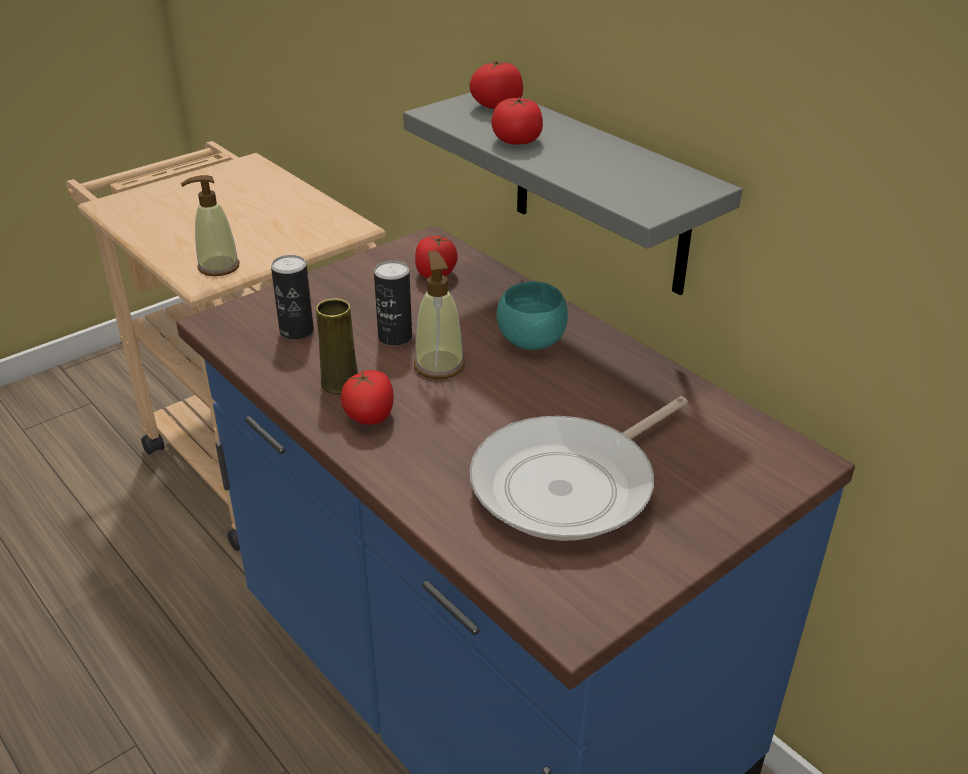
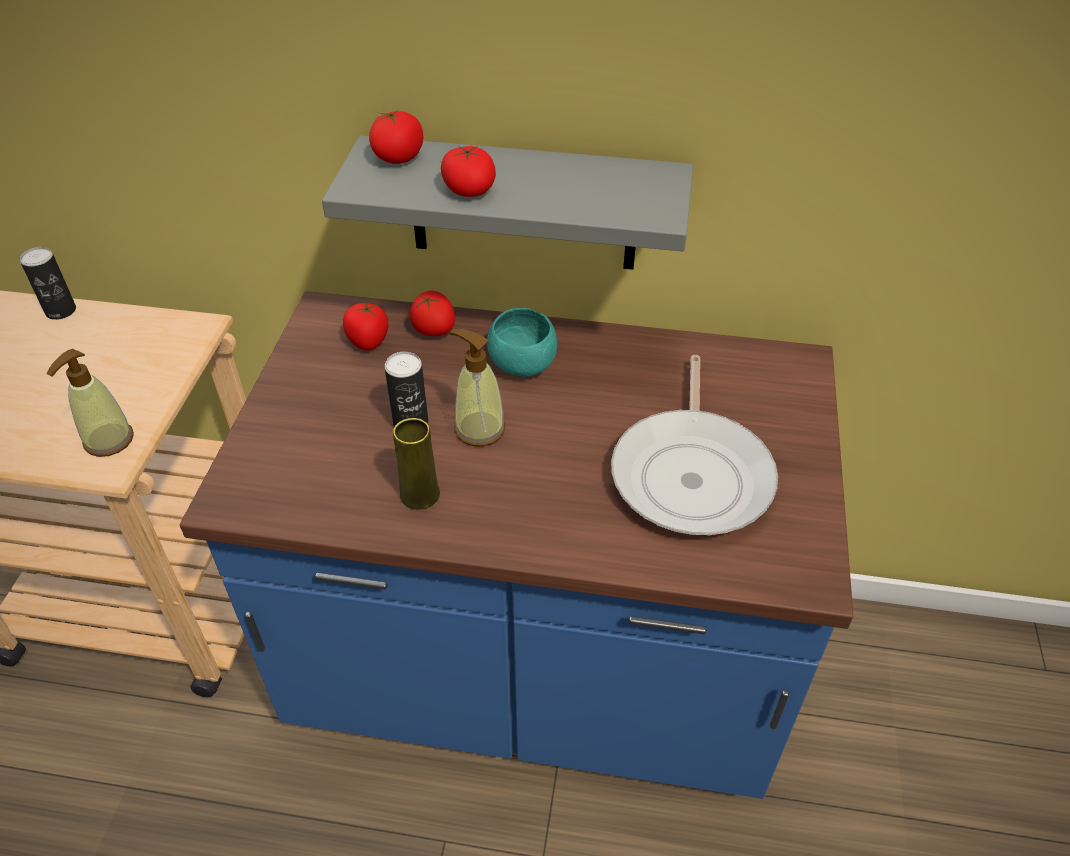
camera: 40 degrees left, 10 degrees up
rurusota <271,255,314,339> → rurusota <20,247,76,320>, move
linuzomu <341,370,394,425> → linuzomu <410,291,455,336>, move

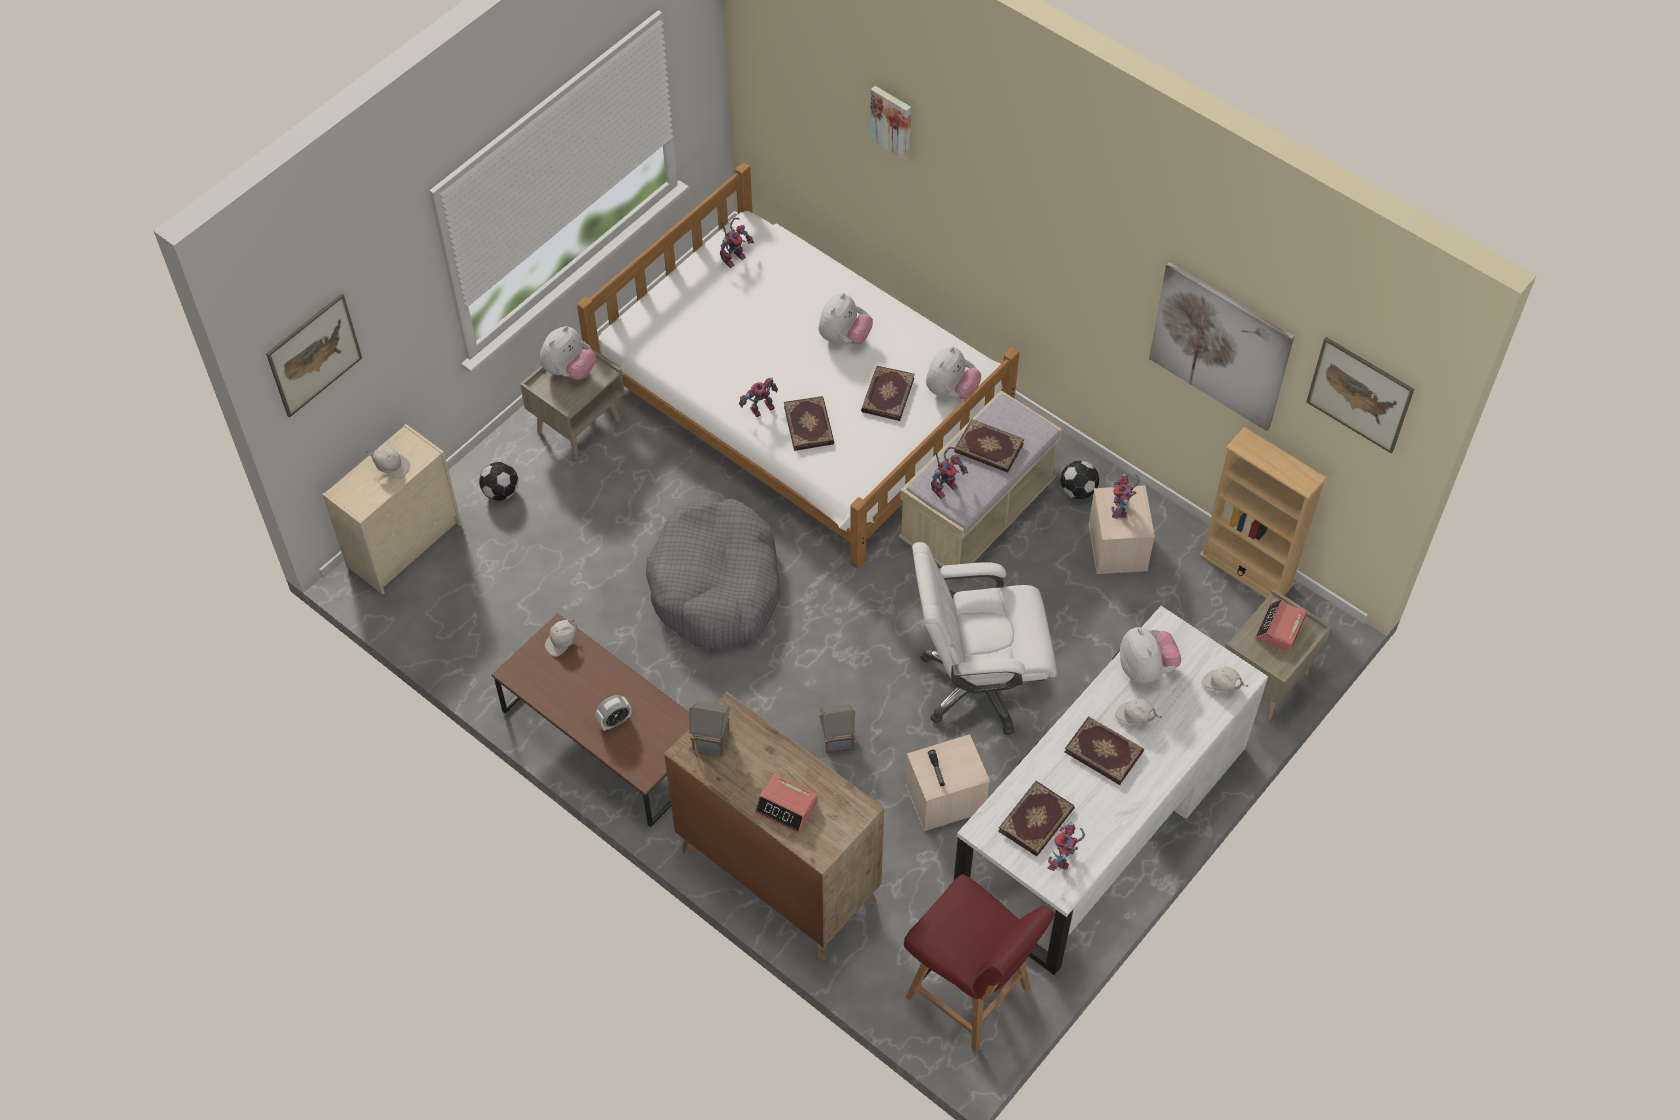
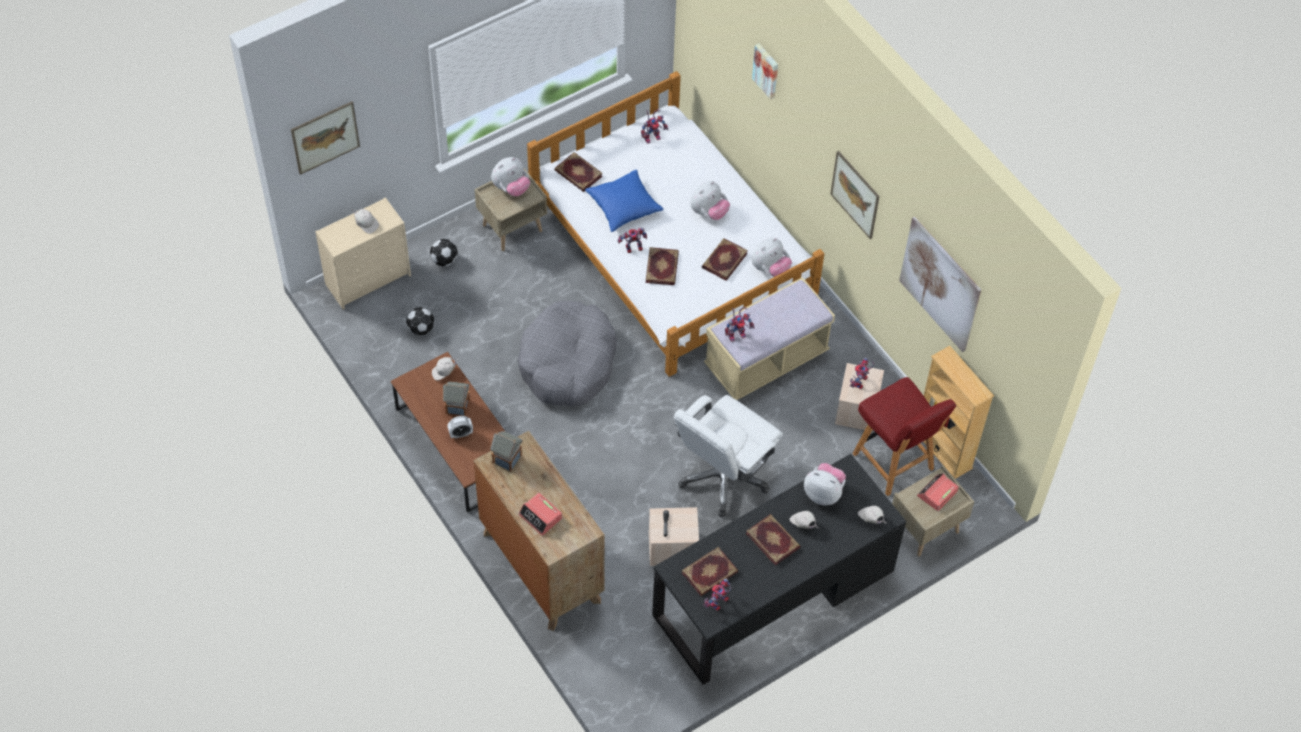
camera: 15 degrees right, 0 degrees up
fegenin <1060,461,1099,499> → fegenin <406,307,435,335>, move
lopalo <819,704,856,753> → lopalo <443,381,470,416>, move
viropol <954,419,1025,473> → viropol <554,152,603,192>, move
- → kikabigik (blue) <585,170,664,232>
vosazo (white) <954,606,1268,975> → vosazo (black) <652,454,906,685>
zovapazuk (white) <912,542,1057,735> → zovapazuk (white) <674,395,783,517>, 60 degrees counterclockwise
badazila <1120,627,1181,683> → badazila <804,463,846,505>, 60 degrees counterclockwise
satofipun <1306,337,1414,454> → satofipun <830,151,879,239>, move
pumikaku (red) <904,874,1055,1052> → pumikaku (red) <852,377,956,496>, move

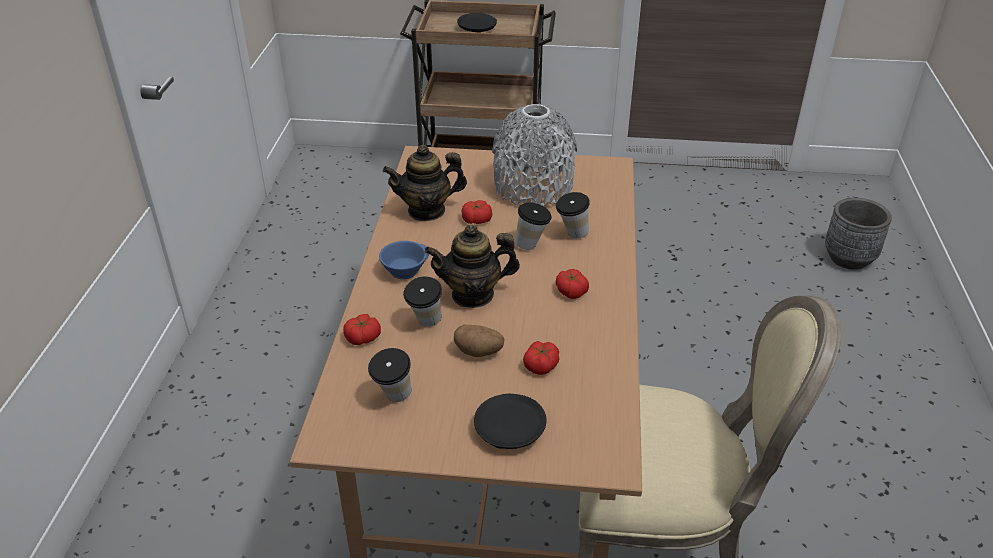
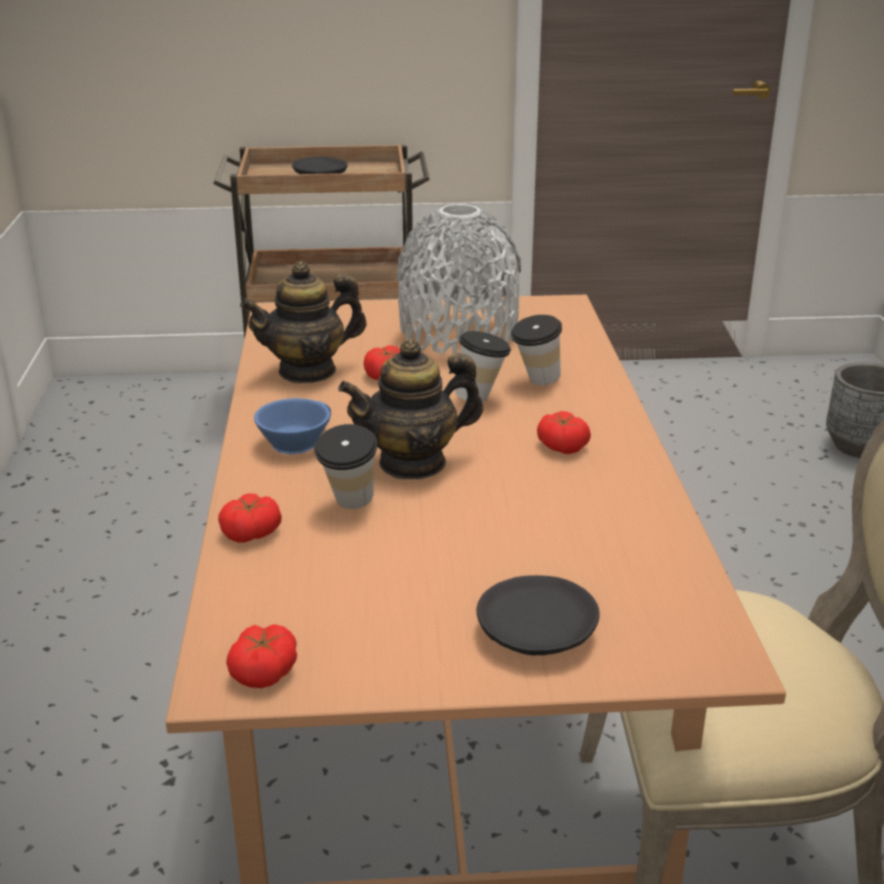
camera: 10 degrees left, 10 degrees down
linuzomu <523,341,559,375> → linuzomu <226,624,297,688>, move
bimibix <368,348,411,402> → -
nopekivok <454,325,504,357> → -

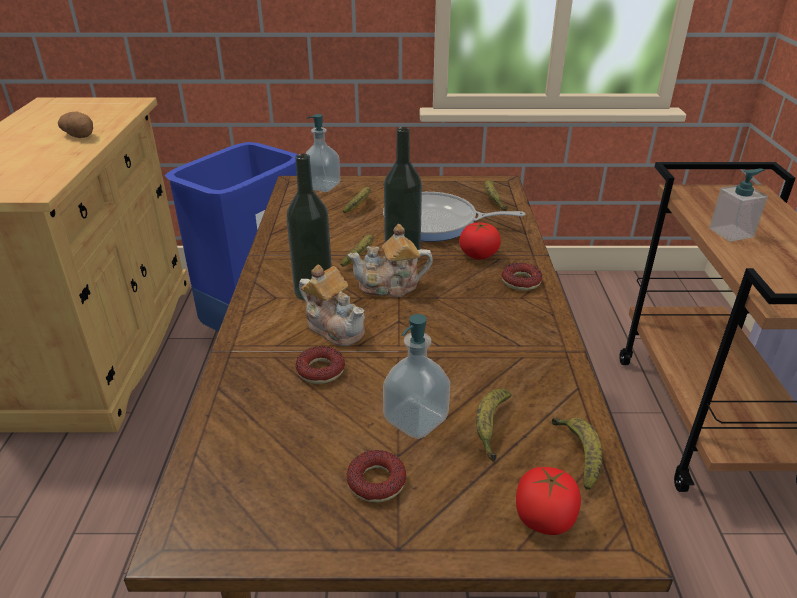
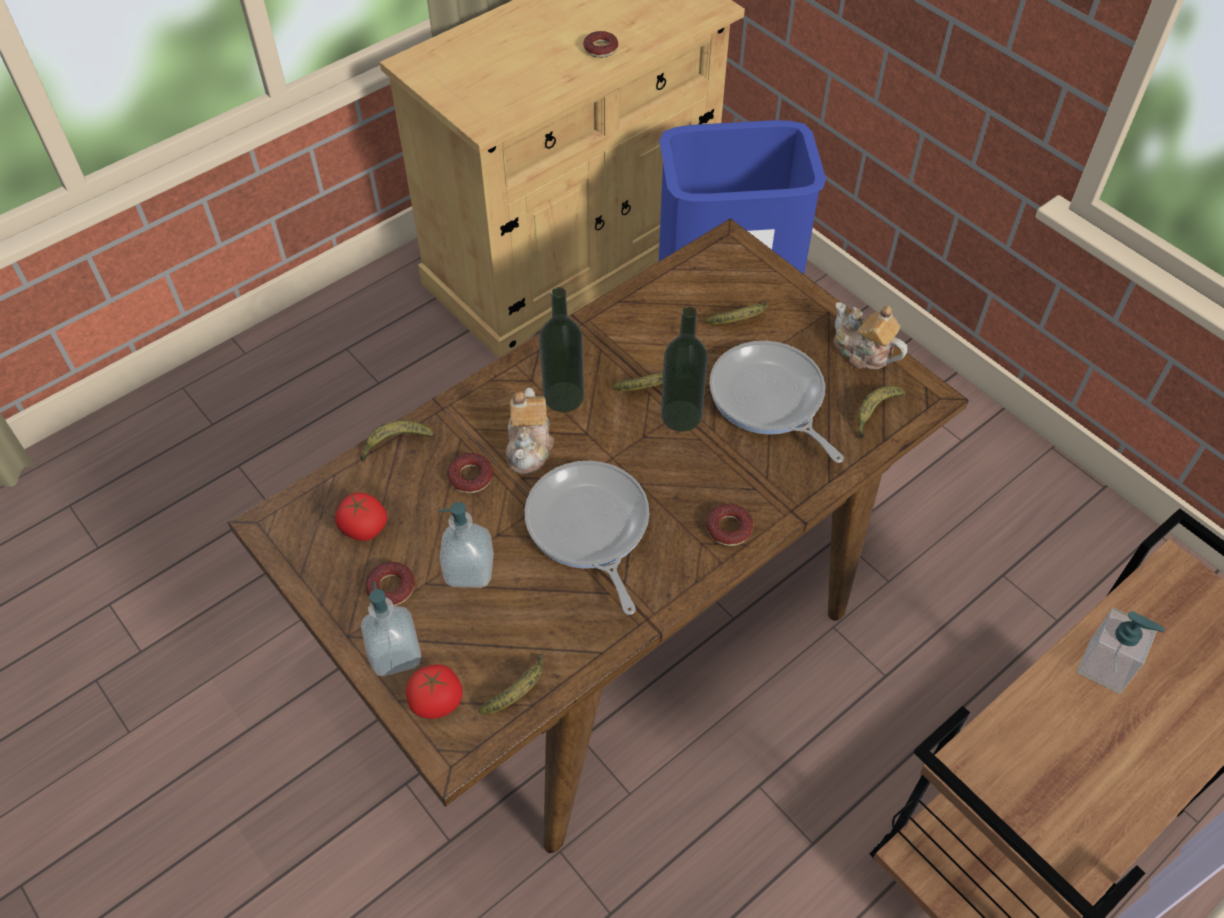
camera: 50 degrees right, 20 degrees up
linuzomu <459,222,501,260> → linuzomu <335,492,387,541>, move
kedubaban <476,389,512,462> → kedubaban <360,420,434,462>, move
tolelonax <305,114,341,192> → tolelonax <361,581,421,676>, move
- → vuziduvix <525,461,649,615>
nopekivok <58,111,93,138> → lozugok <583,31,618,58>
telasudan <348,224,433,297> → telasudan <833,302,908,369>, move

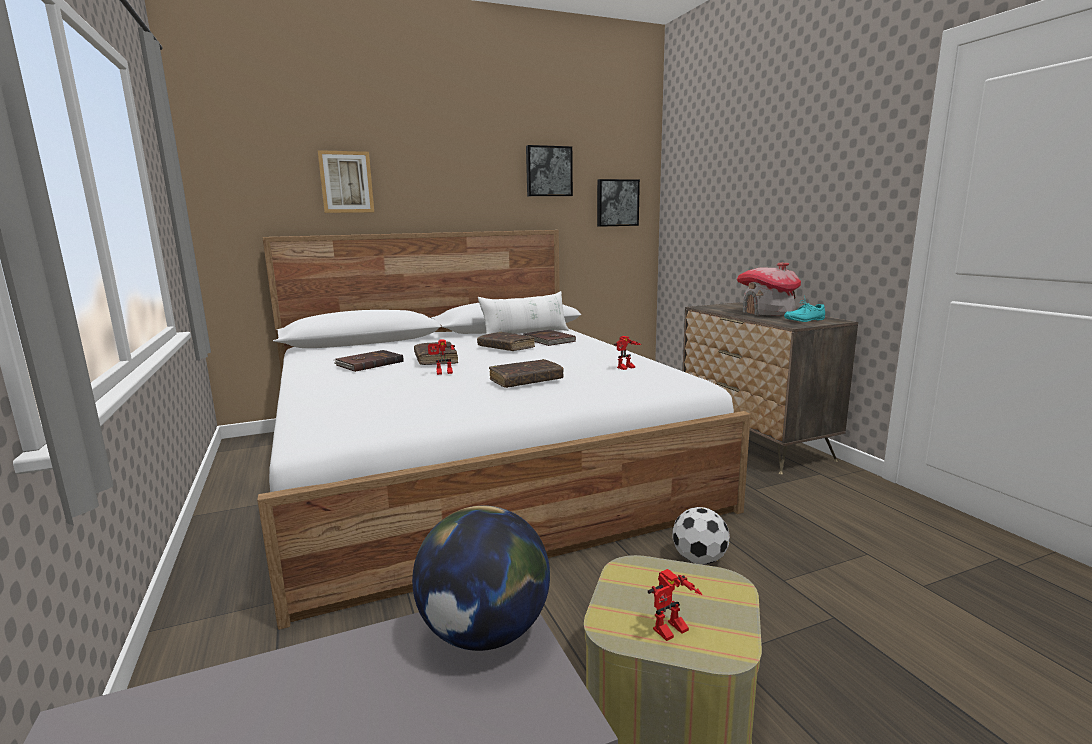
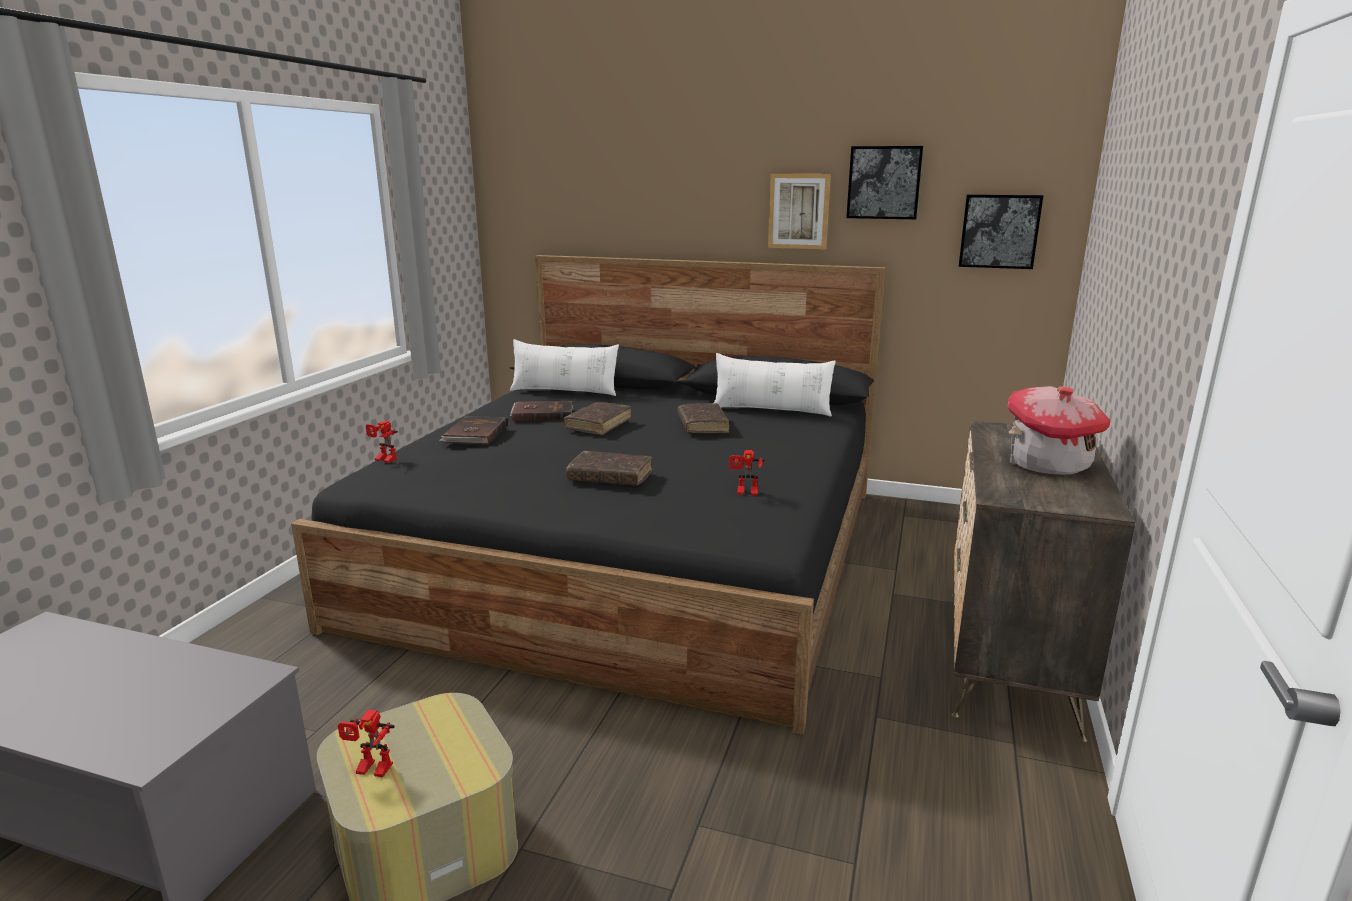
camera: 40 degrees right, 5 degrees up
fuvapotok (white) <257,230,751,630> → fuvapotok (black) <291,255,885,735>
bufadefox <428,339,455,375> → bufadefox <366,421,398,463>, move
viropol (brown) <523,330,576,346> → viropol (brown) <439,416,508,445>, move
- → kikabigik (white) <510,339,619,396>
satofipun <318,150,374,213> → satofipun <768,174,831,249>, move
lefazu <412,505,550,651> → -
fegenin <672,507,730,565> → -
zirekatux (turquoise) <784,296,825,322> → -

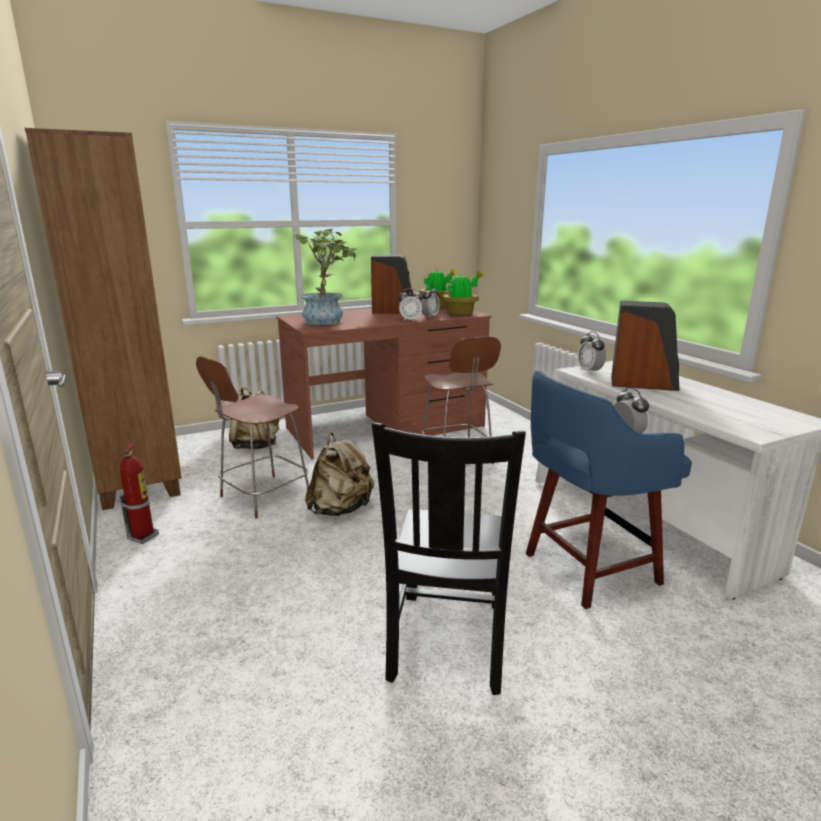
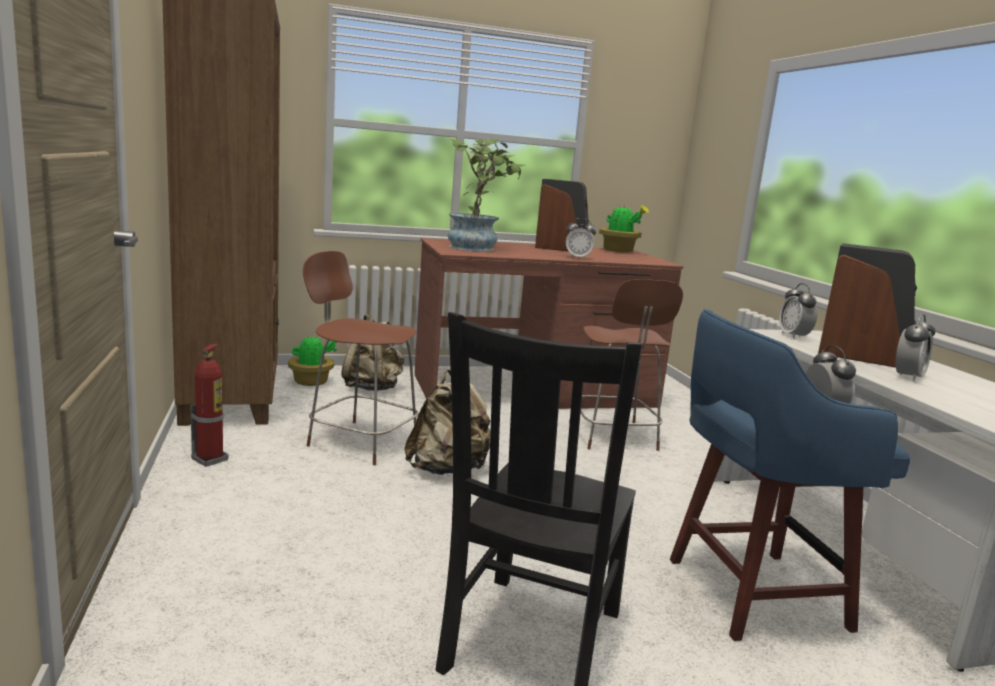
camera: 10 degrees right, 5 degrees down
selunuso <443,271,484,315> → selunuso <288,333,337,386>, move
pumikaku (brown) <196,356,309,519> → pumikaku (brown) <303,251,419,465>, 60 degrees clockwise
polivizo <420,285,439,318> → polivizo <896,314,936,382>, move

